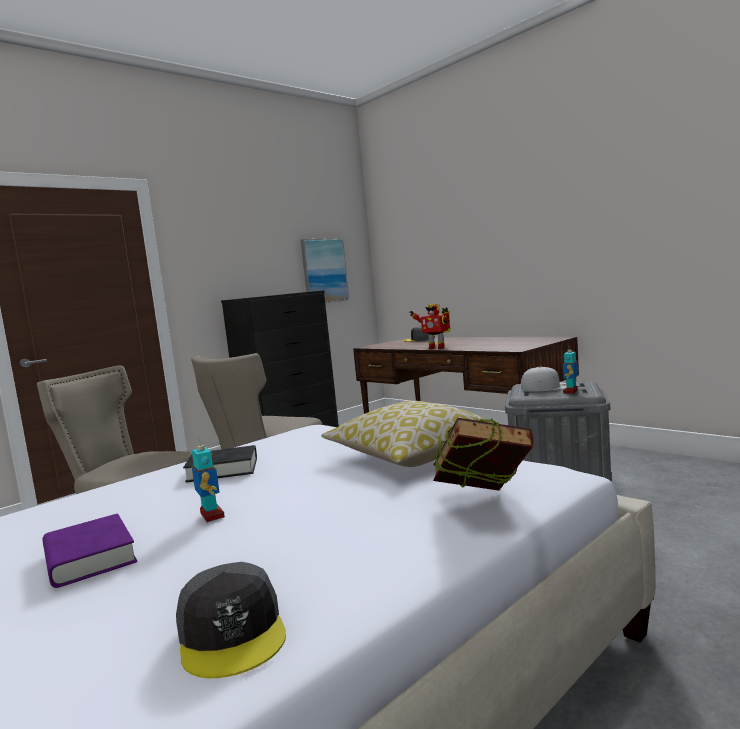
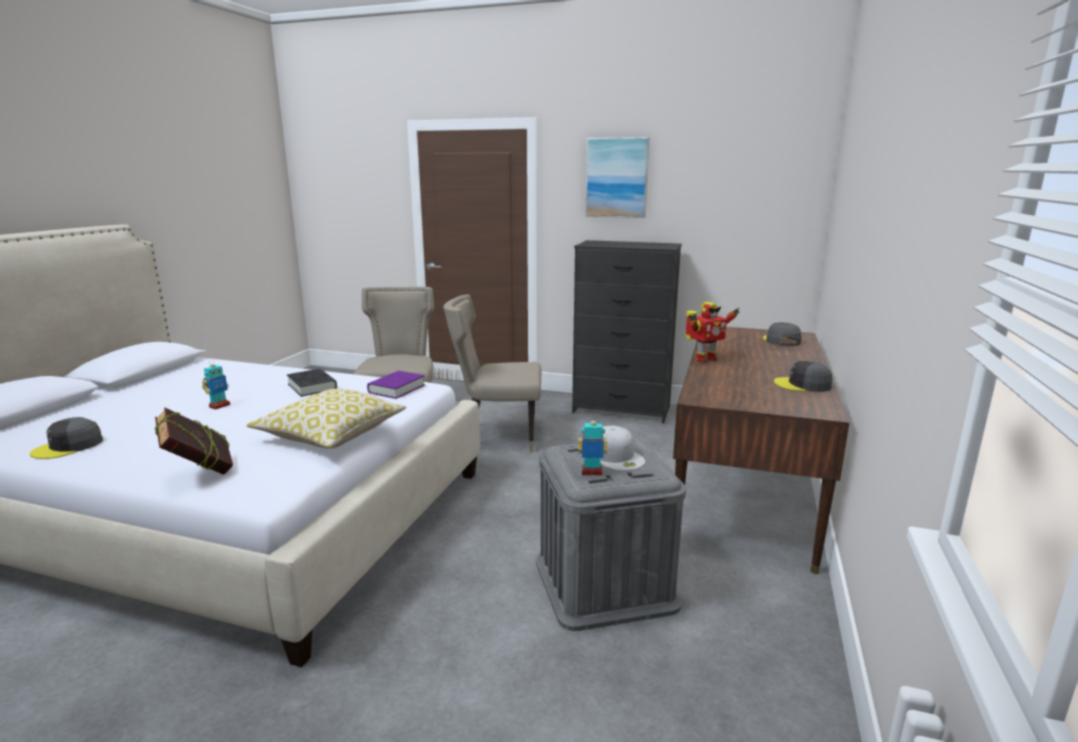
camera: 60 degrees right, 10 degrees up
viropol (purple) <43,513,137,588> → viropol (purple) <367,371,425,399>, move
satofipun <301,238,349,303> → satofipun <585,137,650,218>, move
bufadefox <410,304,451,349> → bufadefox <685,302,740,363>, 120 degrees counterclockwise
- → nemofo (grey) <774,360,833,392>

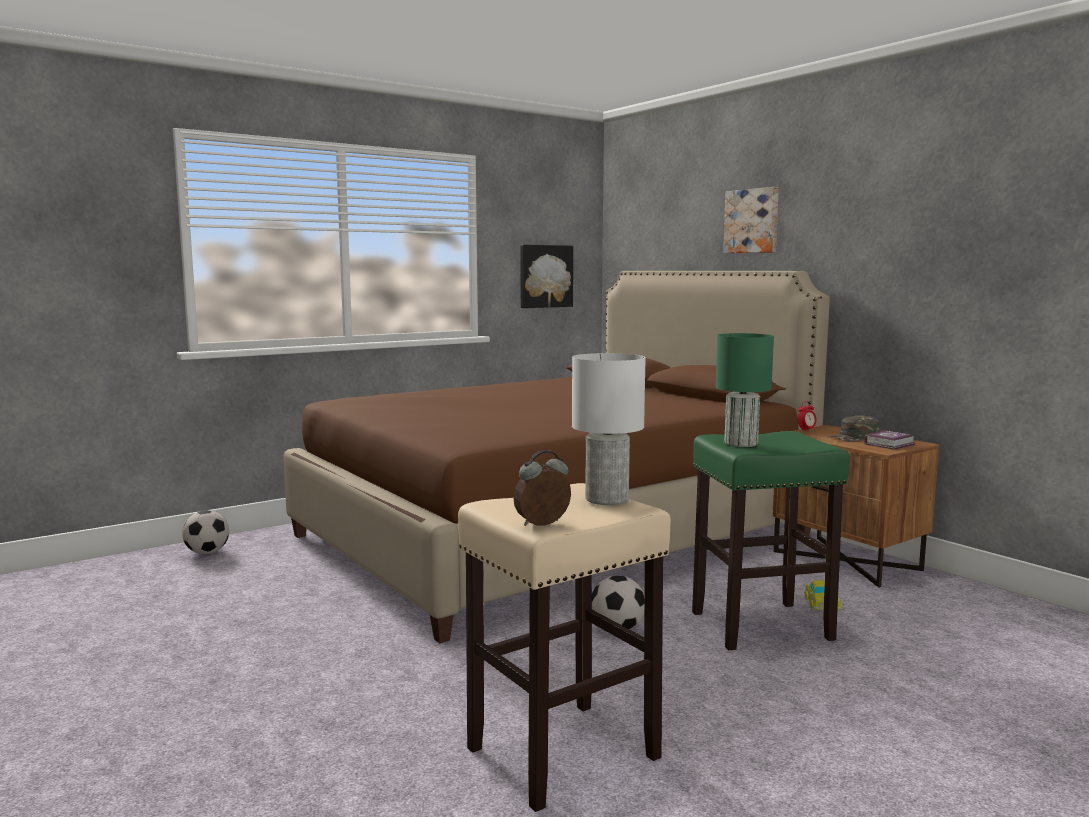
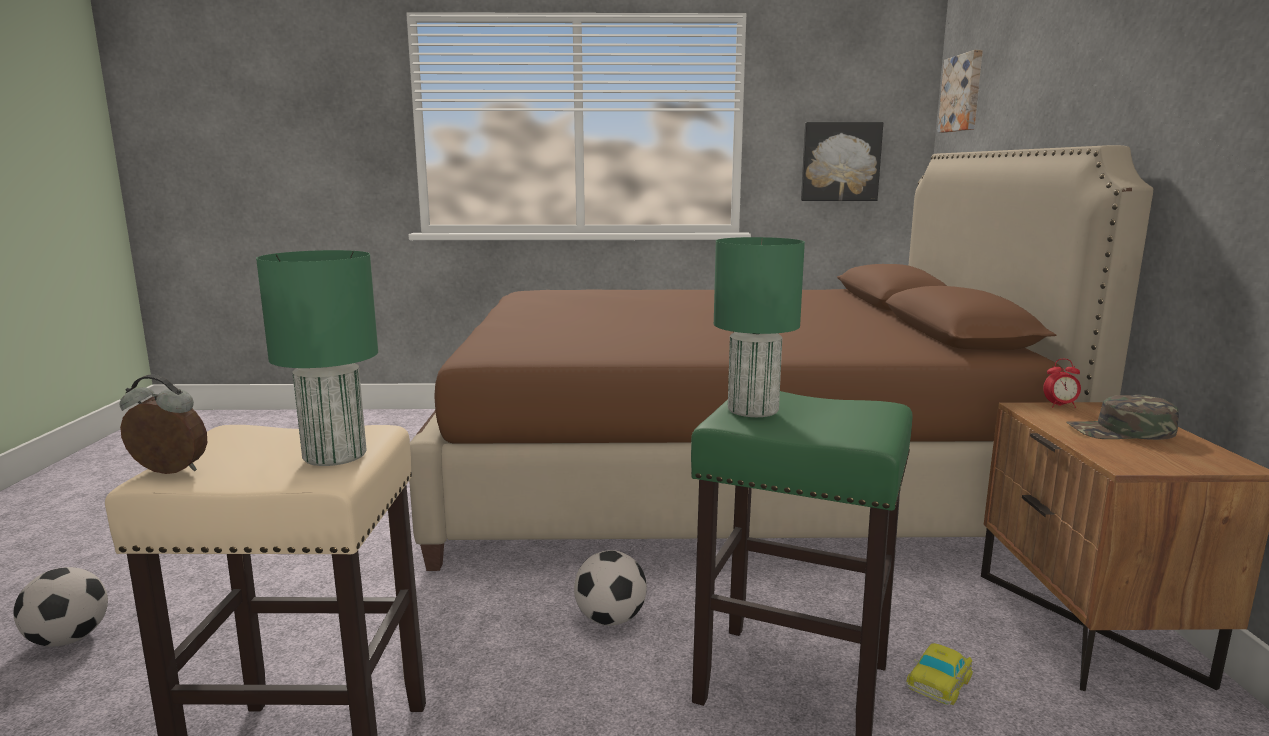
camera: 35 degrees right, 5 degrees up
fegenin <182,510,229,554> → fegenin <13,567,108,647>, move
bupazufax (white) <572,353,646,505> → bupazufax (green) <256,250,378,466>
satofipun <723,187,779,253> → satofipun <937,50,983,133>, move
viropol <864,430,915,450> → -

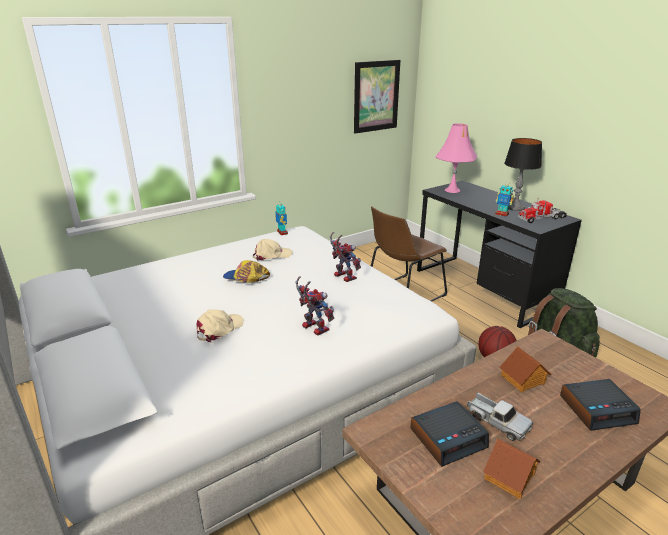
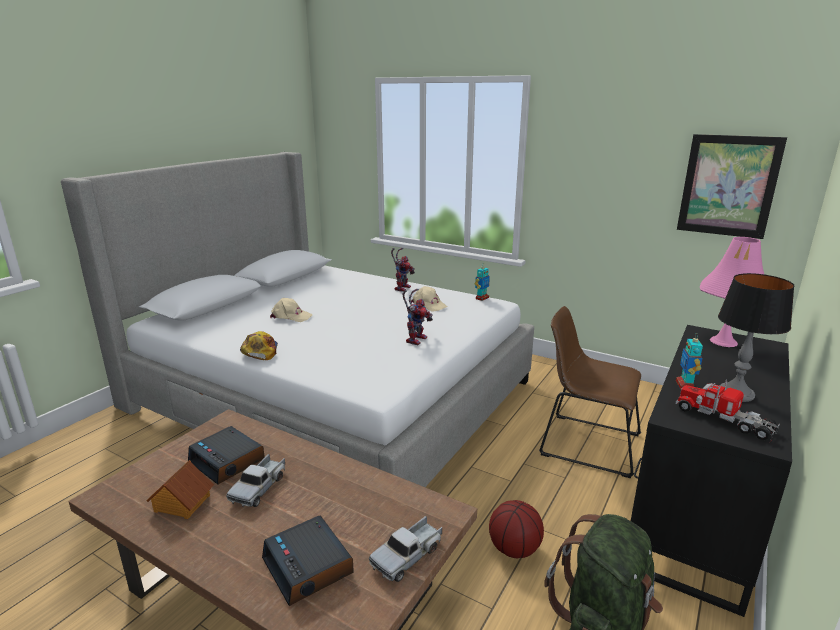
camera: 65 degrees right, 5 degrees down
nemofo <223,260,270,283> → nemofo <240,331,278,360>, move
- → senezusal <369,516,443,582>
bufadefox <296,276,334,336> → bufadefox <391,248,415,292>, move
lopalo <499,346,552,392> → -

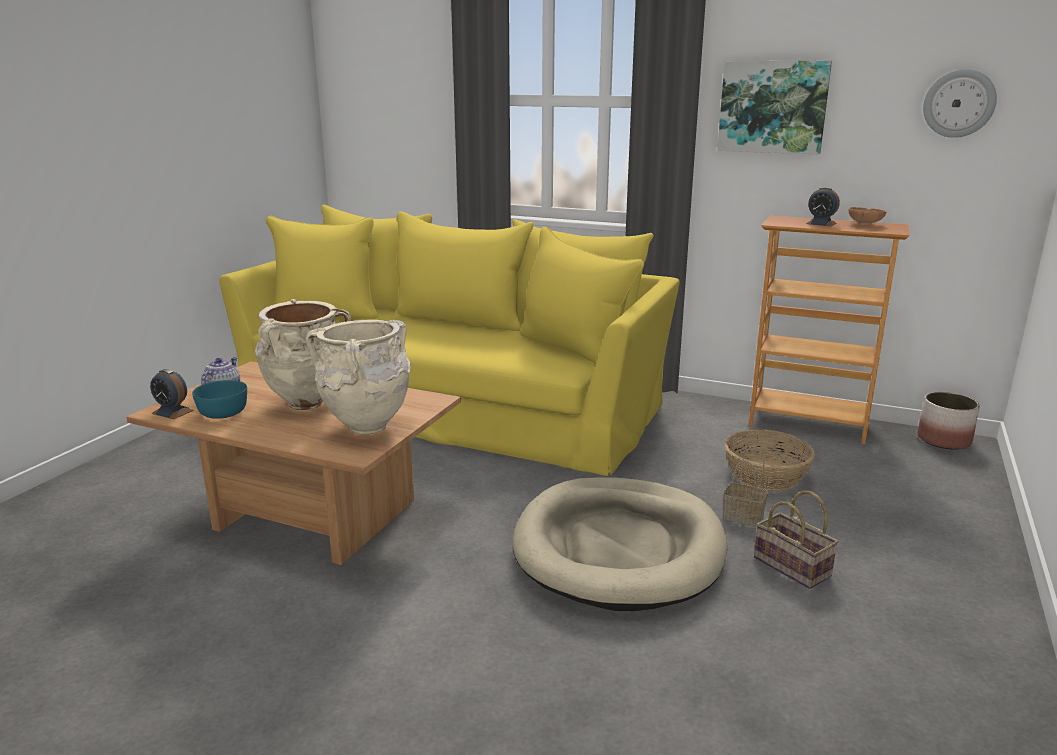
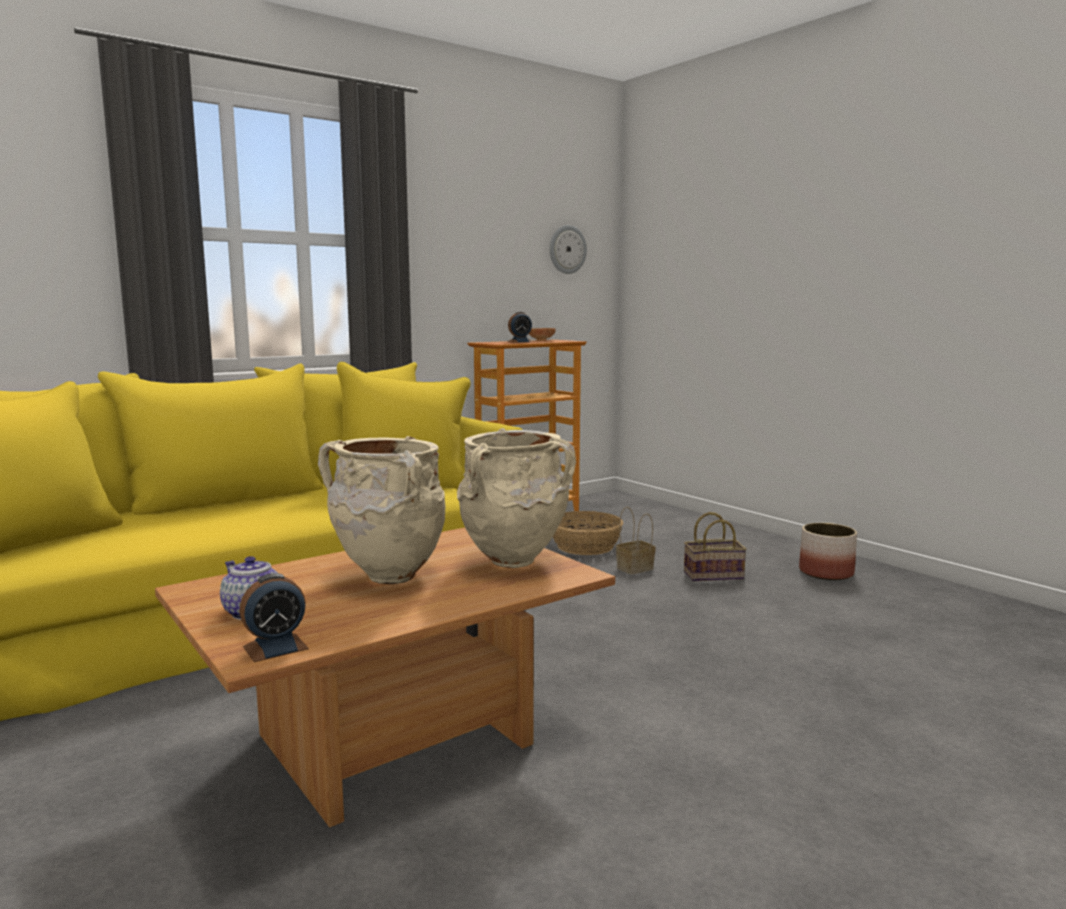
camera: 60 degrees left, 10 degrees down
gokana <918,392,980,450> → gokana <799,523,857,580>, move
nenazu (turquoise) <192,380,247,419> → -
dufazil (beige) <512,478,728,611> → -
satofipun <717,61,832,154> → -

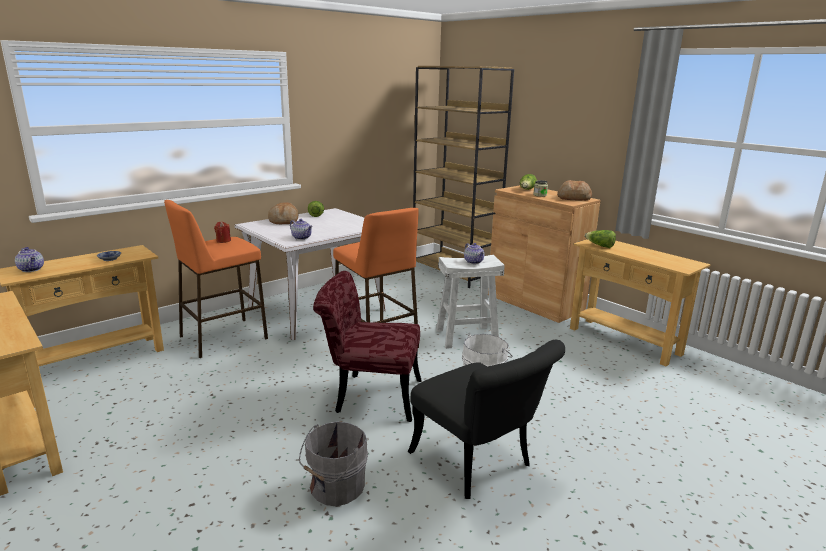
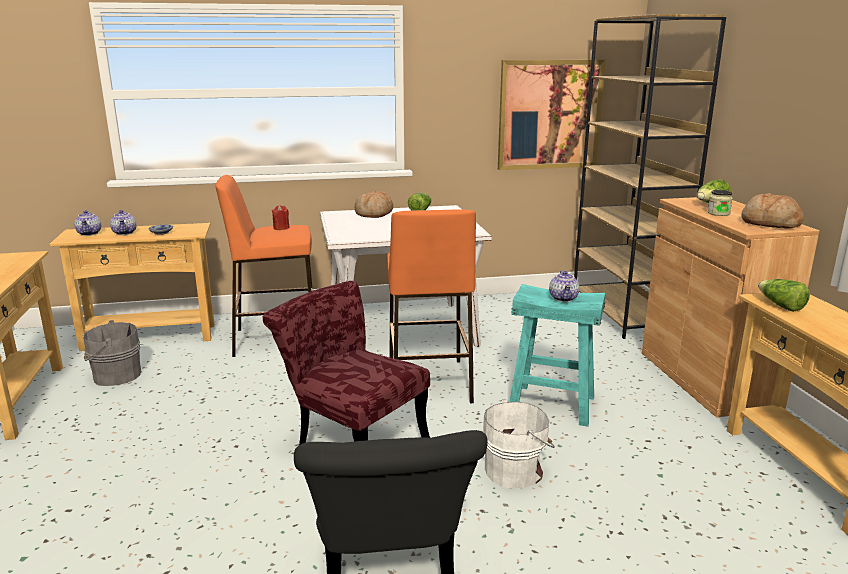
camera: 30 degrees right, 0 degrees up
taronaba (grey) <299,421,368,507> → taronaba (grey) <83,320,141,386>, move
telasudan <290,219,313,240> → telasudan <110,210,136,235>, move
- → satofipun <498,60,606,170>
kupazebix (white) <436,255,505,349> → kupazebix (turquoise) <510,284,605,427>

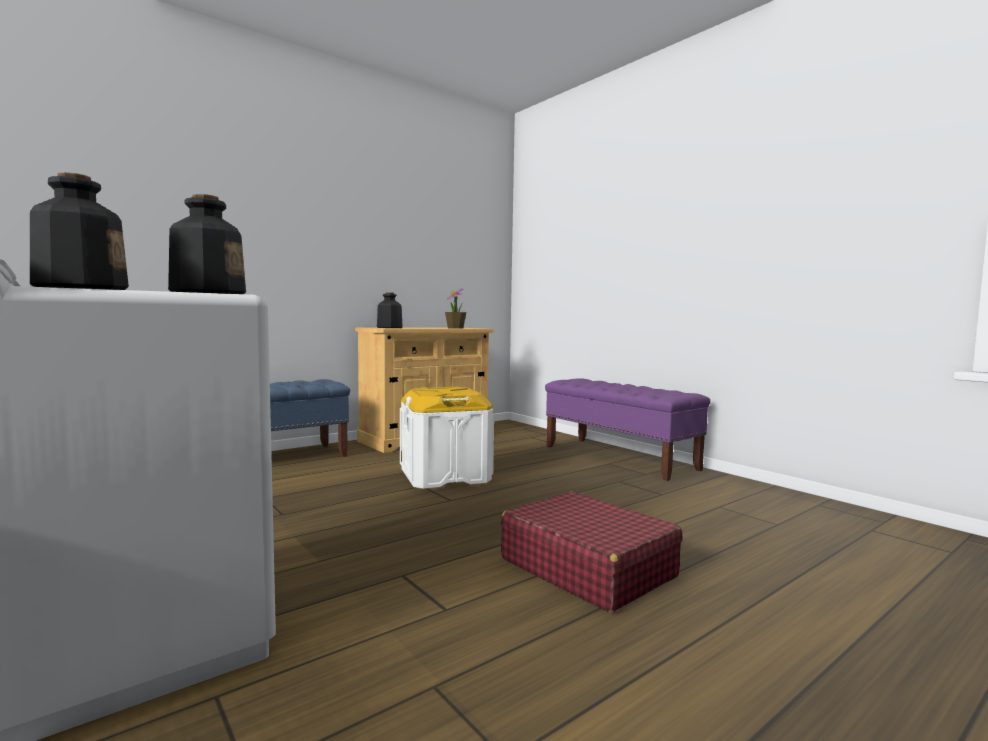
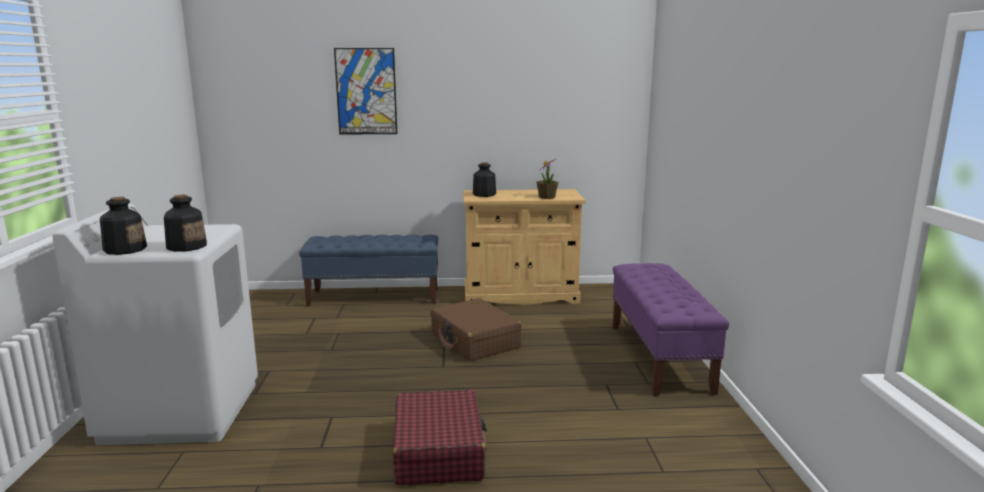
camera: 35 degrees right, 10 degrees up
- → satofipun <334,48,397,135>
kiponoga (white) <400,387,494,489> → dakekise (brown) <430,298,522,362>

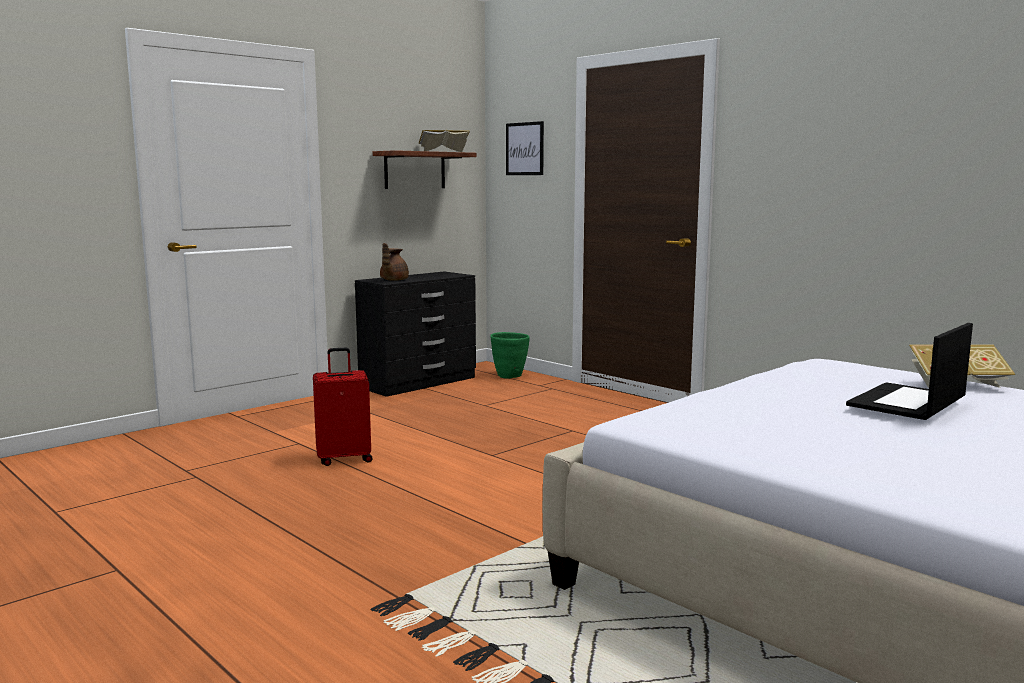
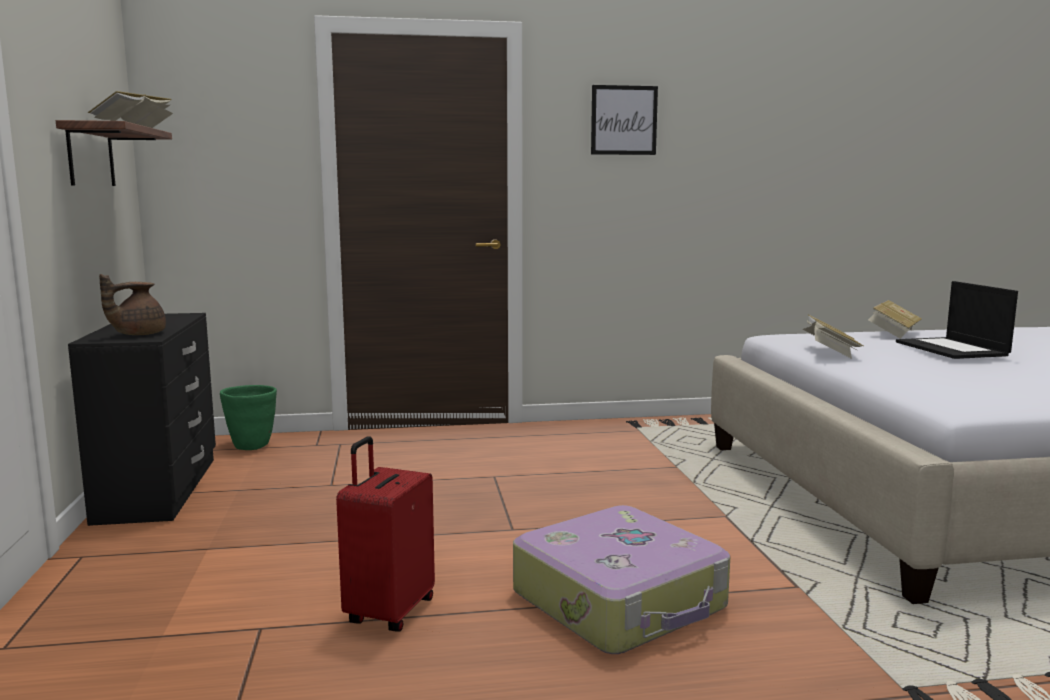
camera: 55 degrees left, 0 degrees up
telasudan (brown) <380,243,409,281> → telasudan (brown) <99,274,166,335>, 75 degrees clockwise
- → dakekise <513,505,730,654>
satofipun <506,121,544,175> → satofipun <591,85,658,155>, move
- → viropol <802,314,864,359>

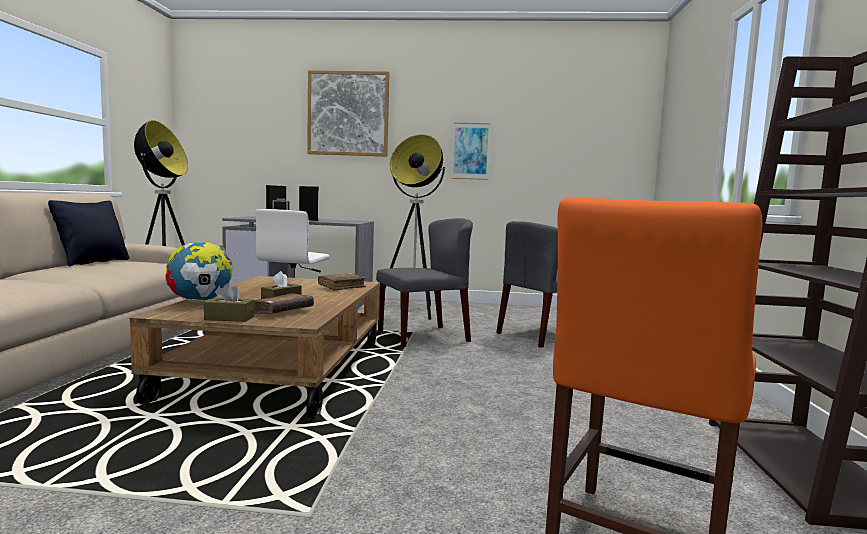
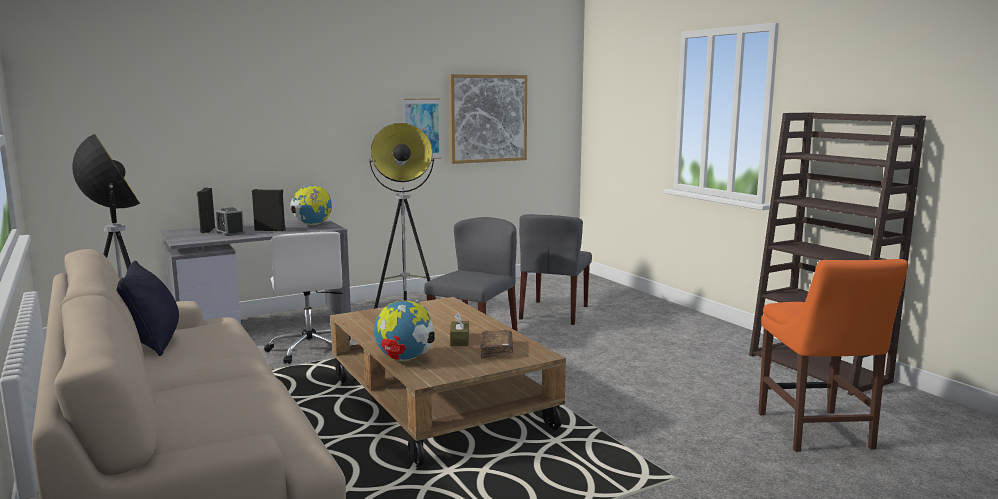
camera: 35 degrees left, 5 degrees up
- → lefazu <290,186,332,225>
satofipun <307,70,390,157> → satofipun <449,74,527,164>, move
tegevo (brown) <204,283,254,322> → -
viropol (brown) <318,273,366,291> → -

